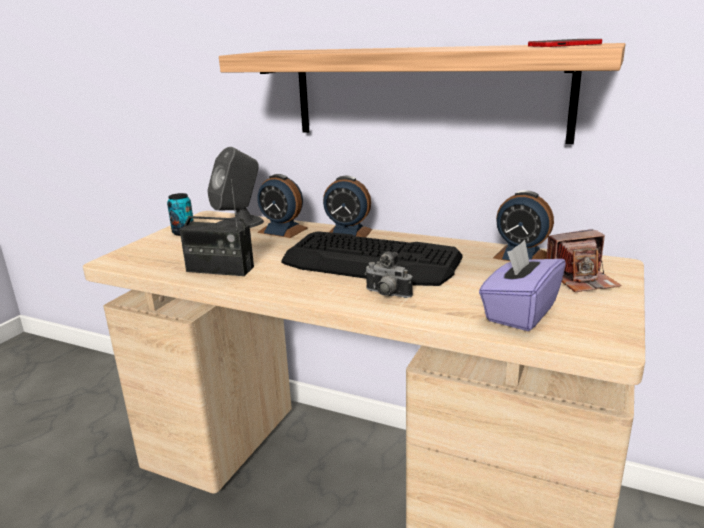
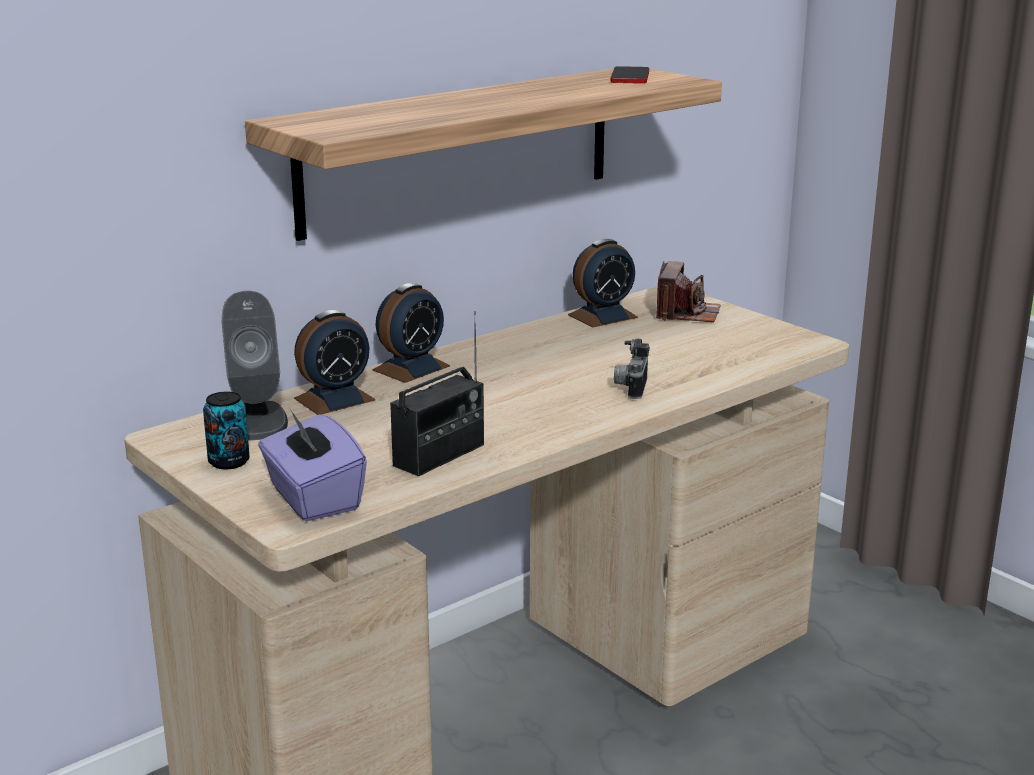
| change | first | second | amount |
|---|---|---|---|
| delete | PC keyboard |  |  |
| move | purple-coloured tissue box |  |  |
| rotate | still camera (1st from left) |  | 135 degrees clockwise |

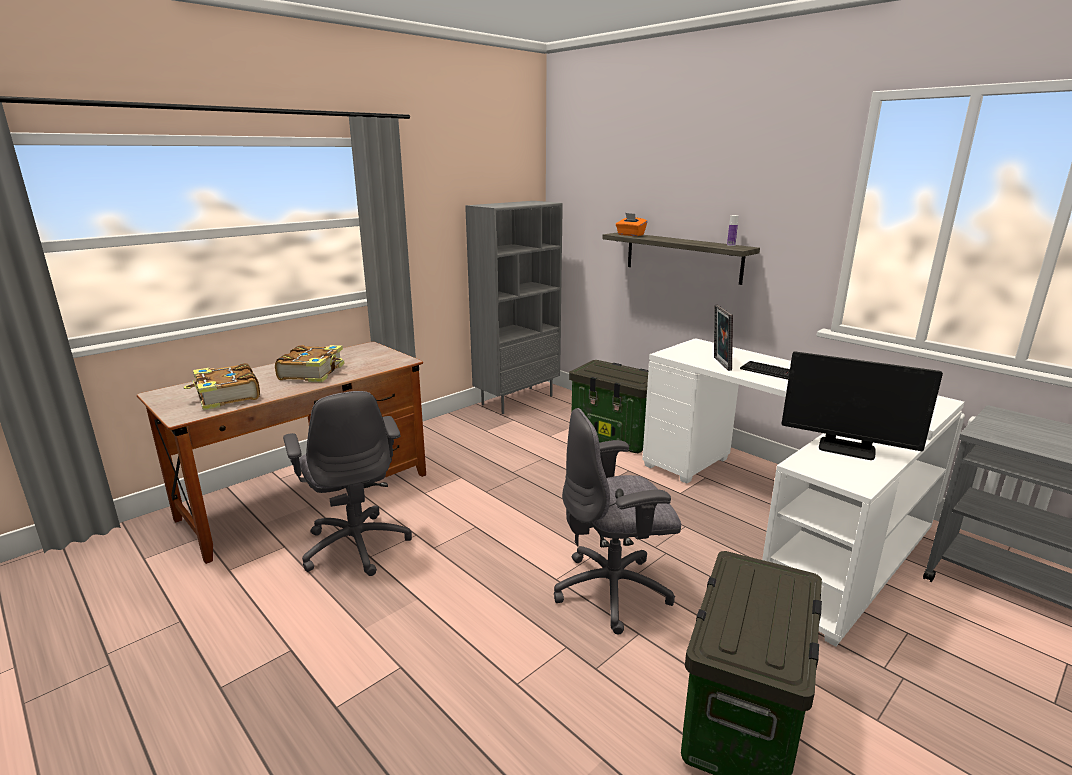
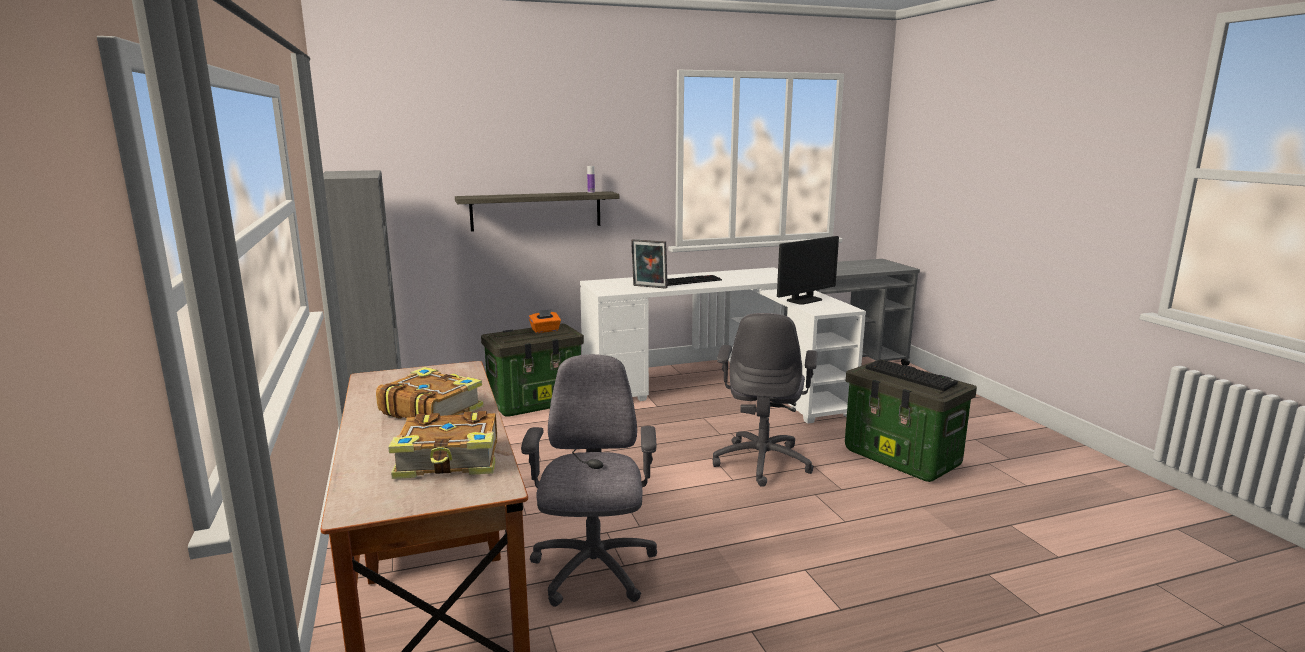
| change | first | second | amount |
|---|---|---|---|
| move | orange tissue box |  |  |
| rotate | greyish office chair (1st from left) |  | 90 degrees counterclockwise |
| insert |  | PC keyboard (2nd from left) |  |

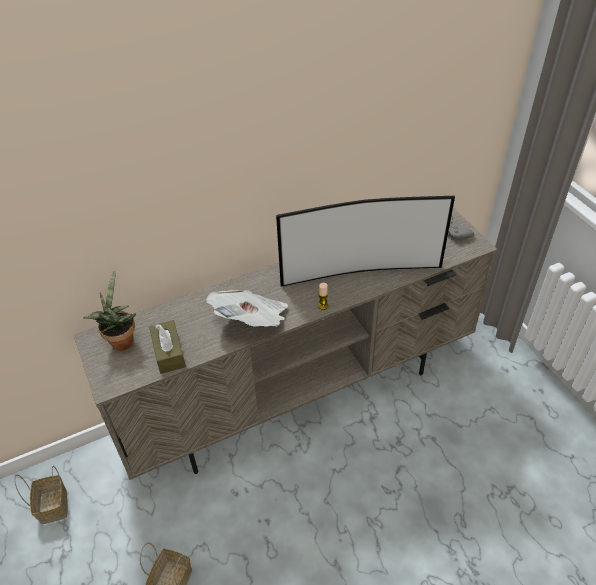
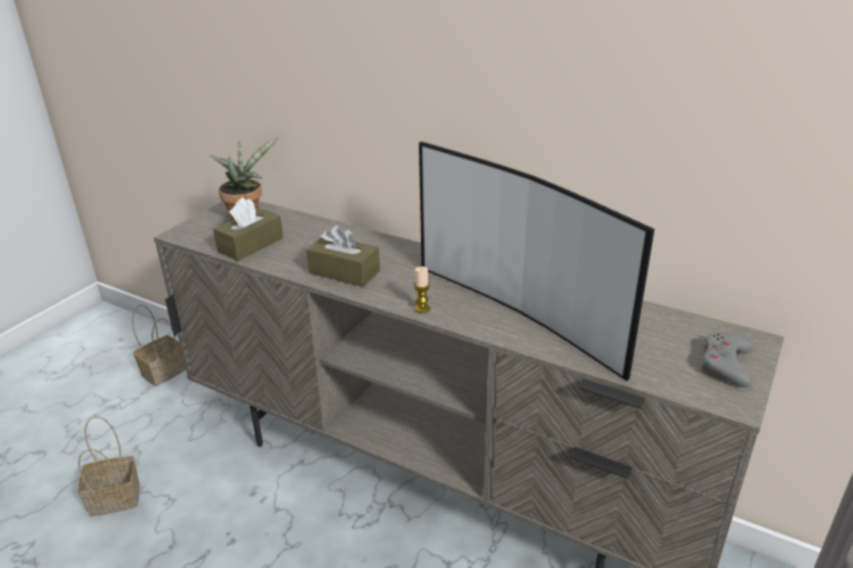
| change | first | second | amount |
|---|---|---|---|
| replace | newspaper | brown-coloured tissue box (2nd from left) |  |

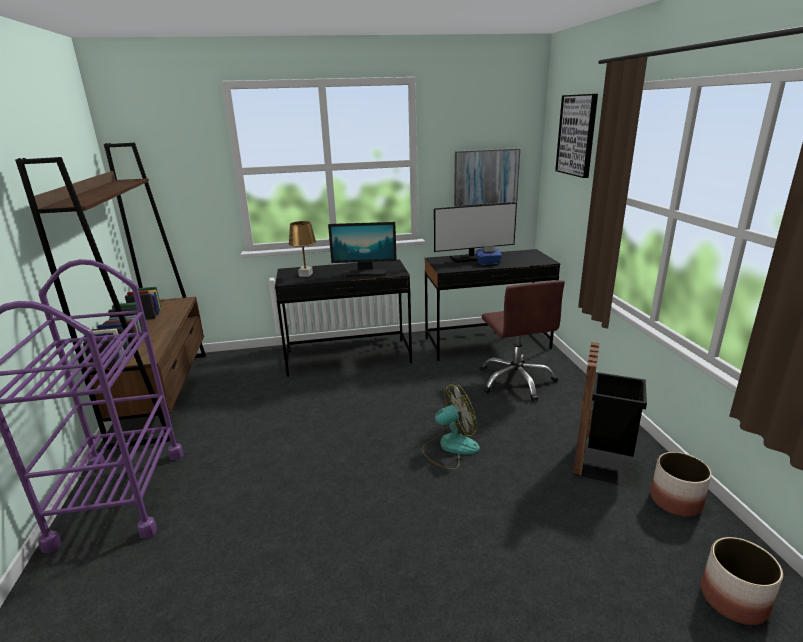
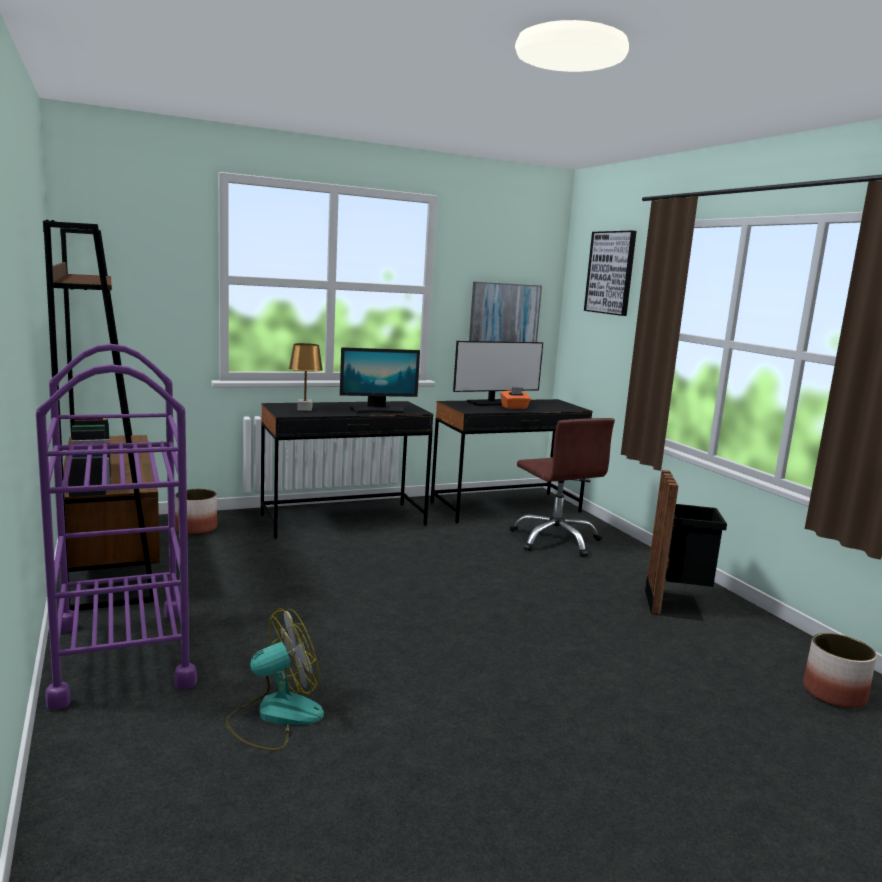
| change | first | second | amount |
|---|---|---|---|
| recolor | blue tissue box | orange tissue box |  |
| move | electric fan |  |  |
| move | plant pot (1st from left) |  |  |

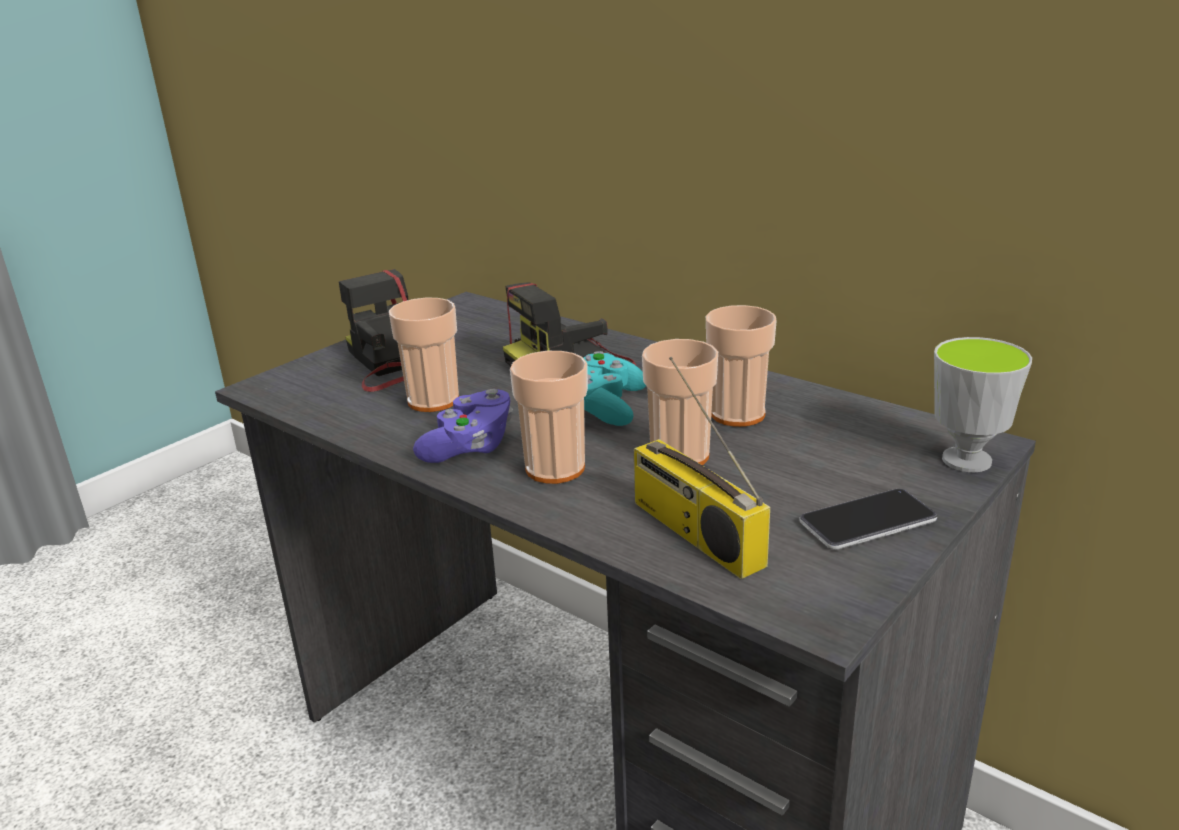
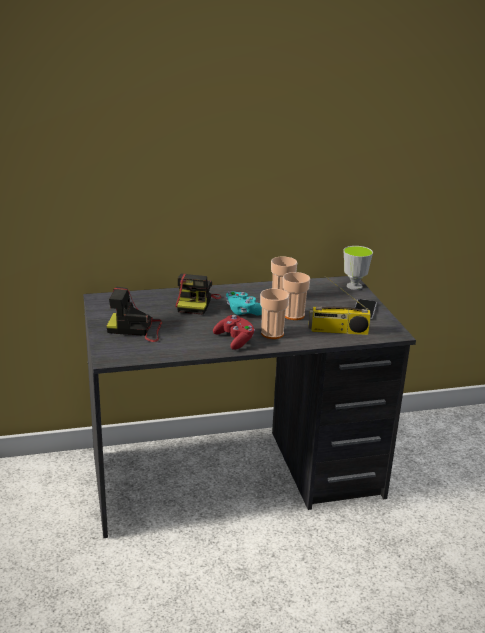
| change | first | second | amount |
|---|---|---|---|
| delete | cup (1st from left) |  |  |
| recolor | purple-coloured joypad | reddish joypad |  |

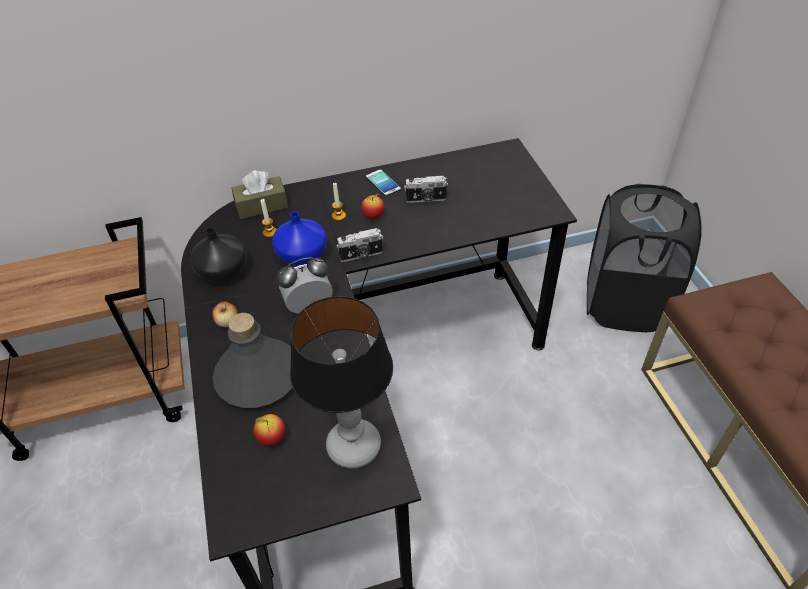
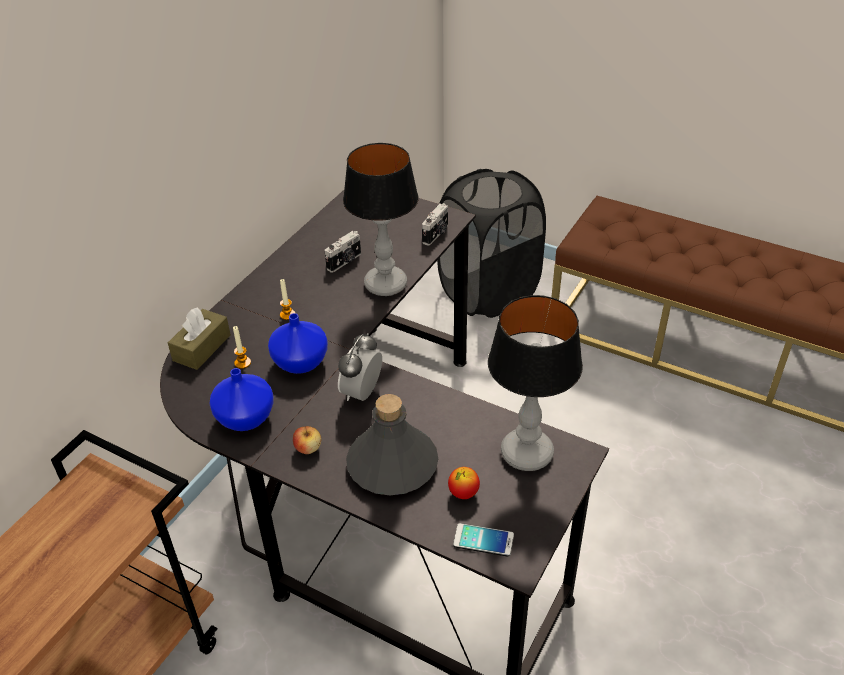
| change | first | second | amount |
|---|---|---|---|
| move | handset |  |  |
| delete | apple (3rd from left) |  |  |
| recolor | black decorative vase | blue decorative vase (1st from left) |  |
| move | still camera (1st from left in the first image) | still camera (2nd from left) |  |
| insert |  | table lamp (1st from left) |  |

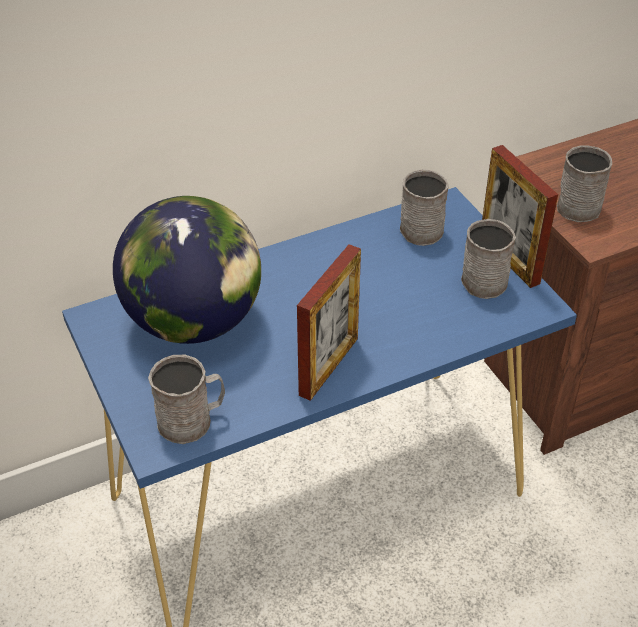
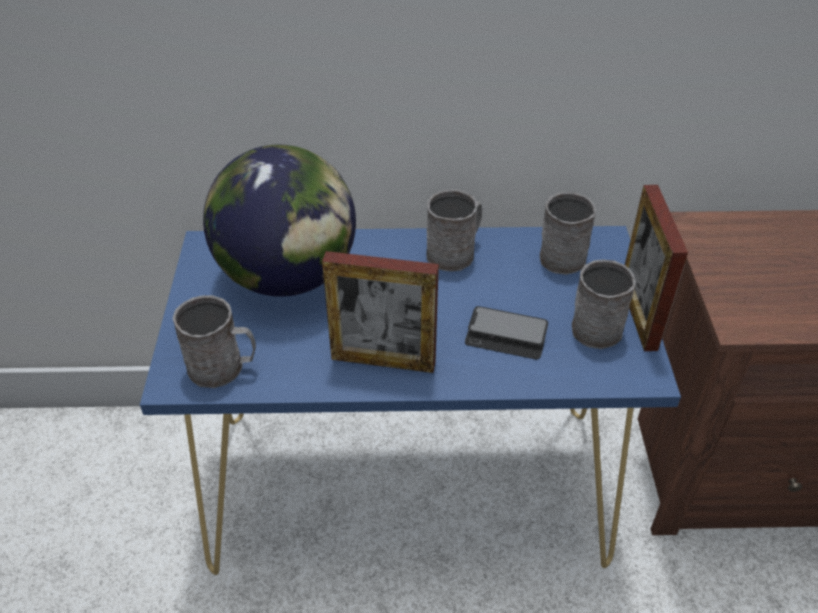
| change | first | second | amount |
|---|---|---|---|
| move | greyish mug (4th from left in the first image) | greyish mug (2nd from left) |  |
| rotate | standing frame (1st from left) |  | 45 degrees clockwise |
| insert |  | handset |  |

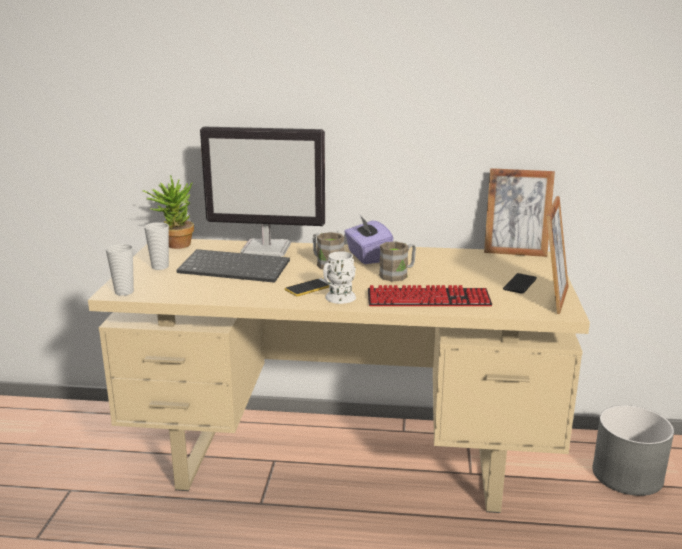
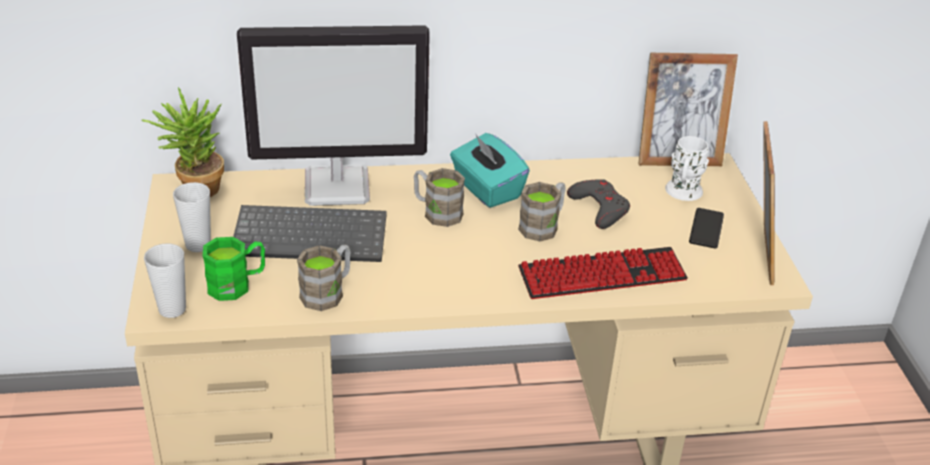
| change | first | second | amount |
|---|---|---|---|
| recolor | purple-coloured tissue box | turquoise tissue box |  |
| move | white-coloured mug |  |  |
| delete | handset (1st from left) |  |  |
| delete | greyish plant pot |  |  |
| insert |  | greyish joypad |  |
| insert |  | greenish mug |  |
| insert |  | brown-coloured mug (1st from left) |  |

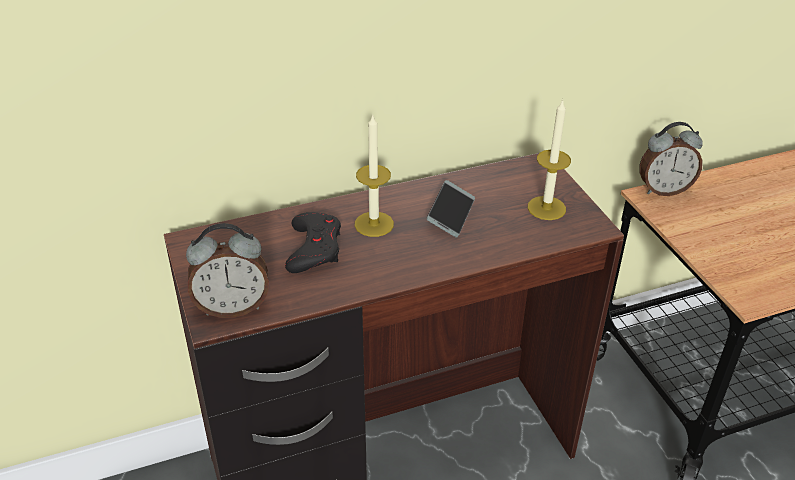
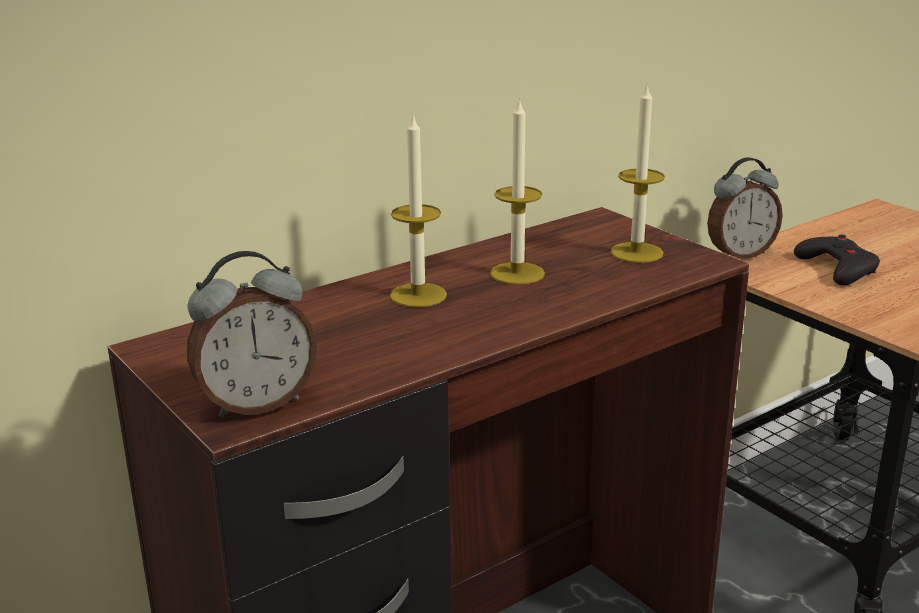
| change | first | second | amount |
|---|---|---|---|
| replace | handset | candle (2nd from left) |  |
| move | black joypad |  |  |

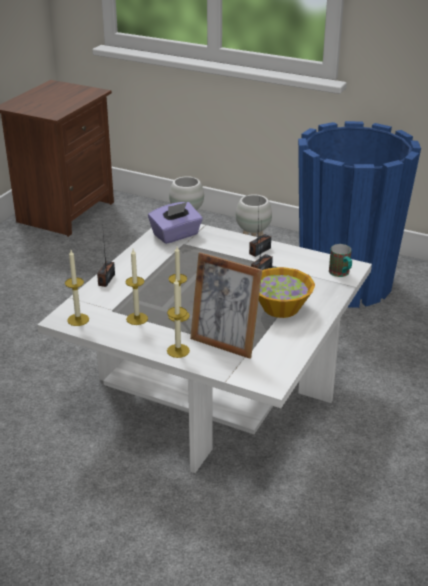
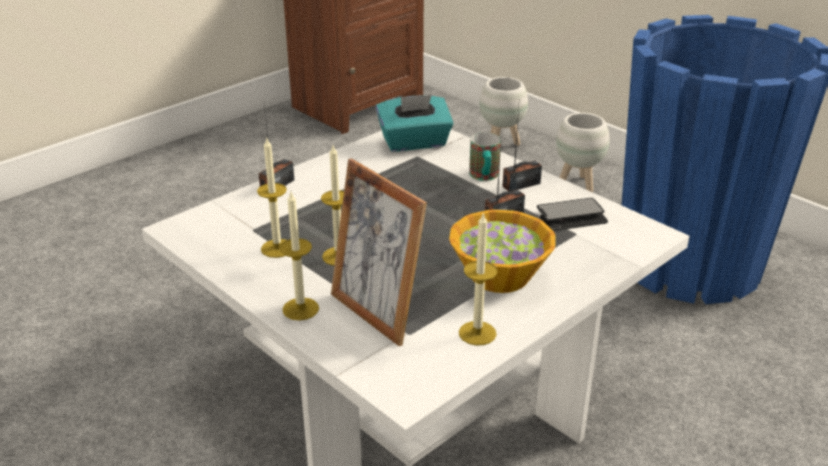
| change | first | second | amount |
|---|---|---|---|
| recolor | purple-coloured tissue box | turquoise tissue box |  |
| move | mug |  |  |
| move | candle (1st from left in the first image) | candle (4th from left) |  |
| insert |  | handset |  |

